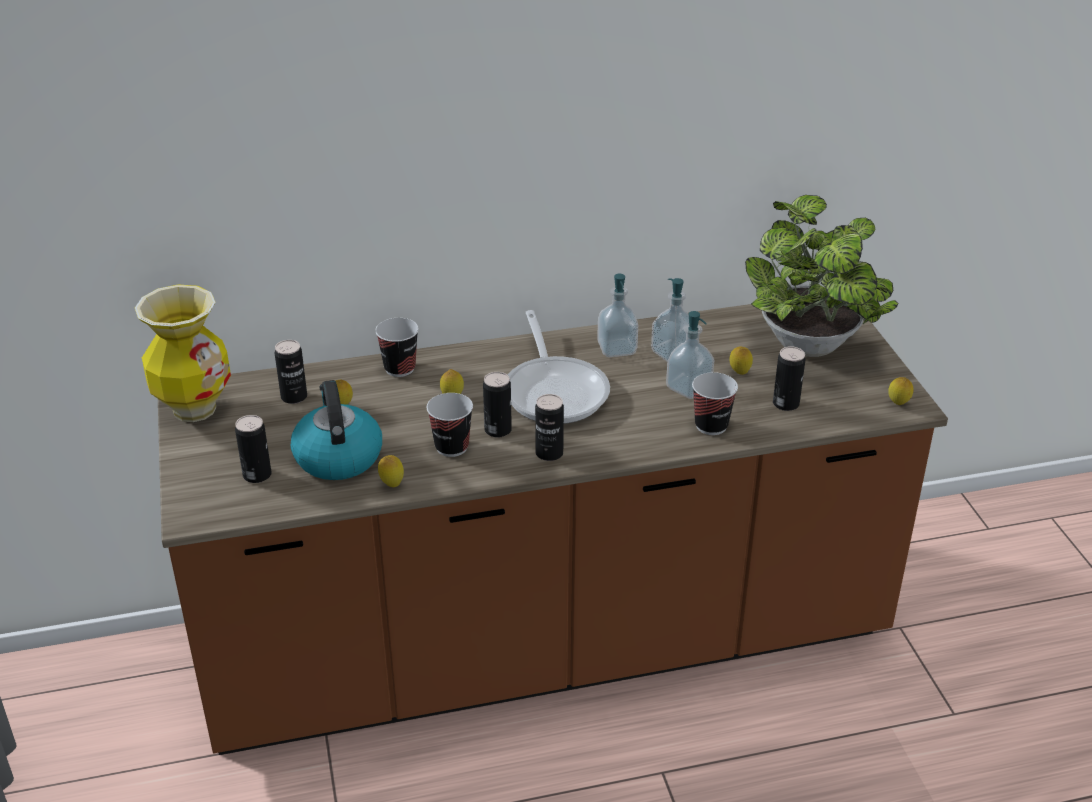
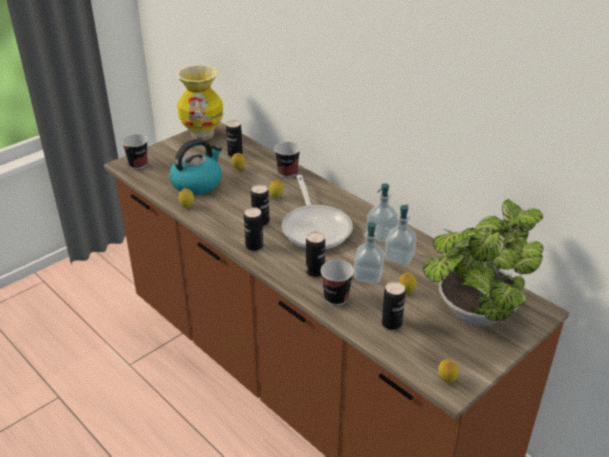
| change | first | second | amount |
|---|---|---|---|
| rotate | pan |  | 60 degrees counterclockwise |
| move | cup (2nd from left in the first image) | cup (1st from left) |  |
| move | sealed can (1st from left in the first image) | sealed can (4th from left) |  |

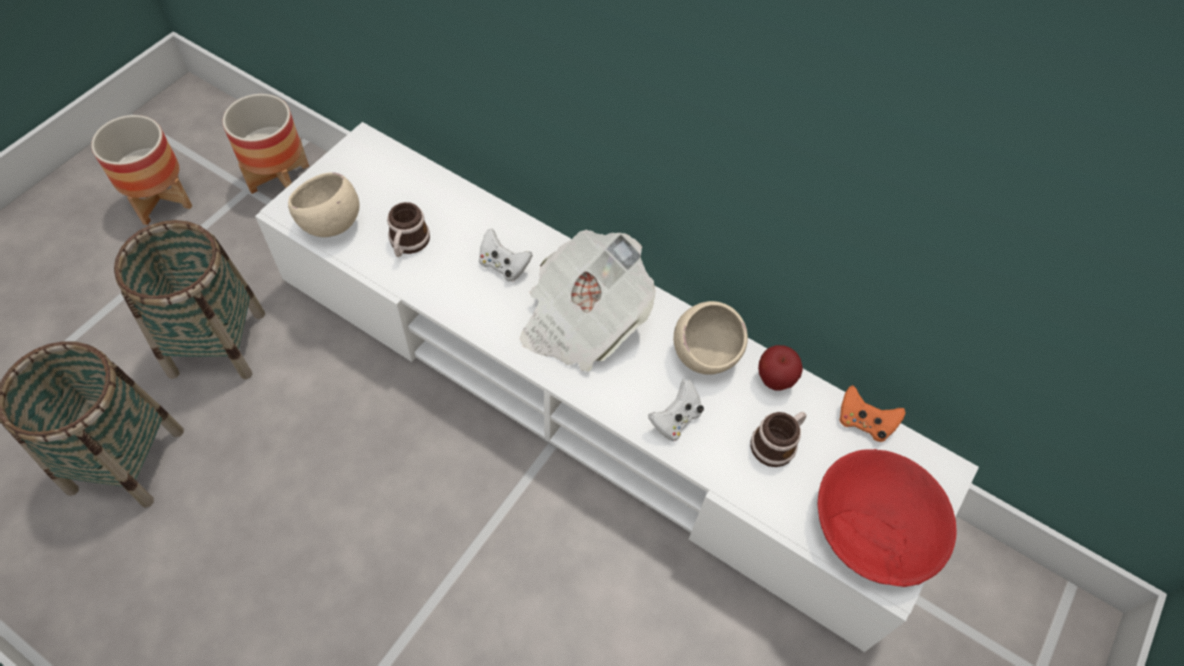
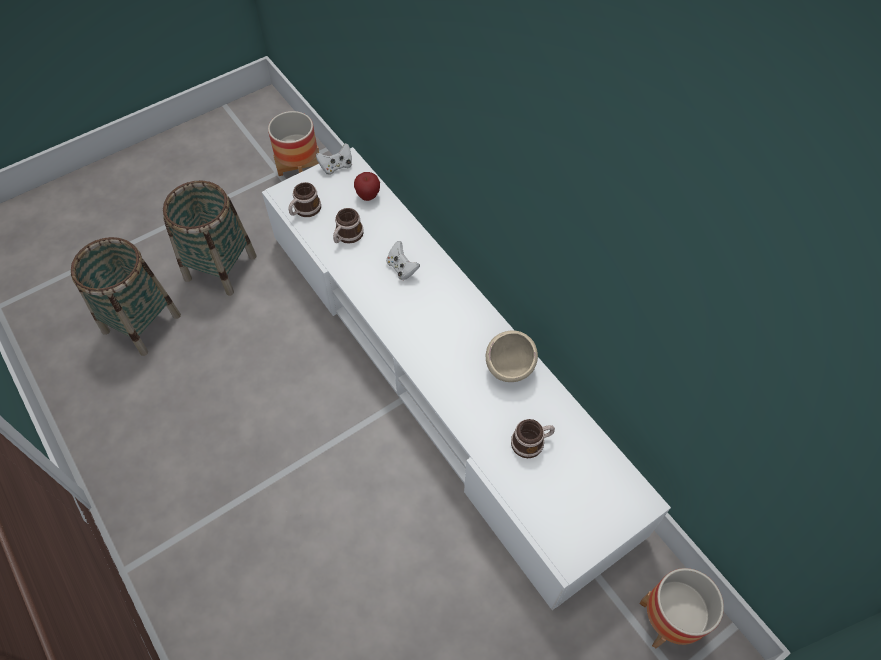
| change | first | second | amount |
|---|---|---|---|
| move | plant pot (1st from left in the first image) | plant pot (2nd from left) |  |
| replace | beige deep dish (1st from left) | mug (1st from left) |  |
| delete | newspaper |  |  |
| move | apple |  |  |
| move | white-coloured joypad (2nd from left in the first image) | white-coloured joypad (1st from left) |  |
| delete | orange joypad |  |  |
| delete | reddish deep dish |  |  |

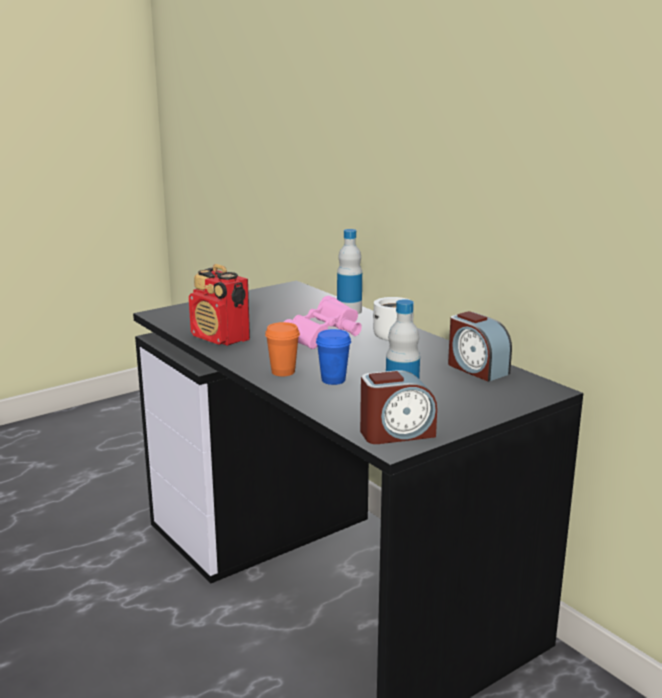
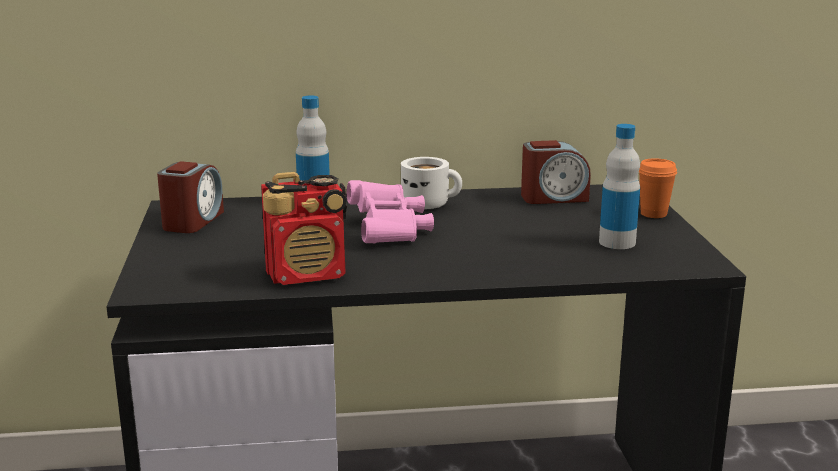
| change | first | second | amount |
|---|---|---|---|
| move | orange cup |  |  |
| delete | blue cup |  |  |
| move | bedside clock (1st from left) |  |  |

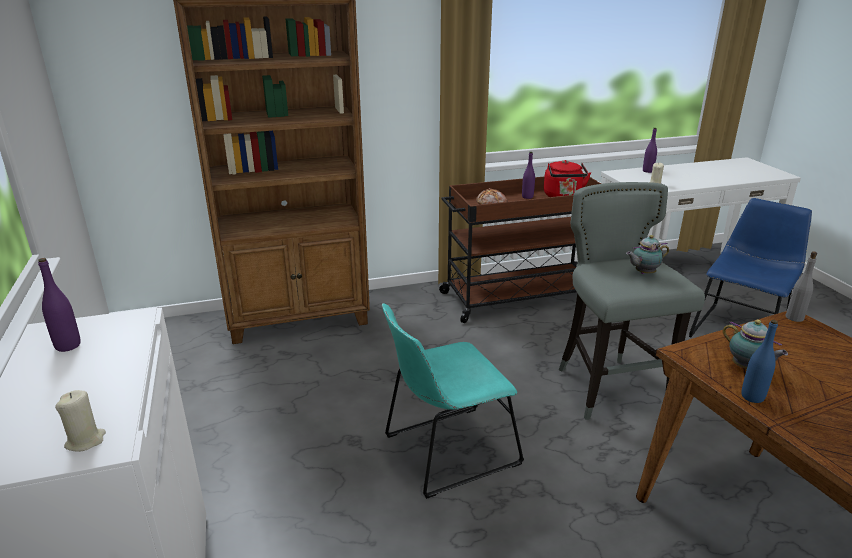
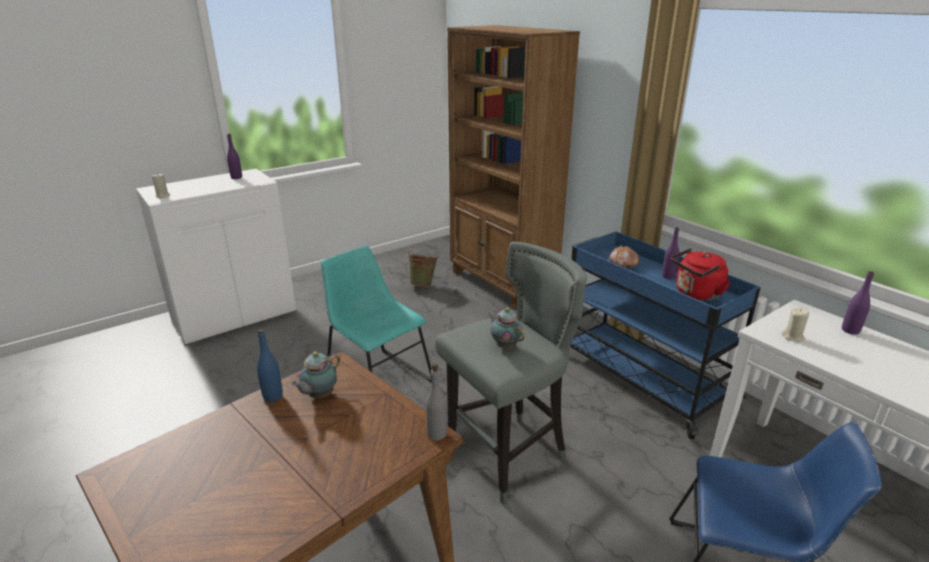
| change | first | second | amount |
|---|---|---|---|
| recolor | brown-coloured cart | blue cart |  |
| insert |  | greenish bucket |  |

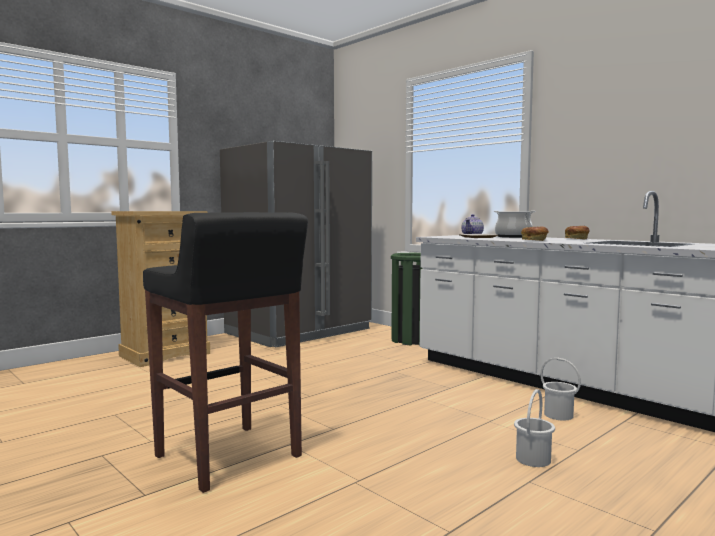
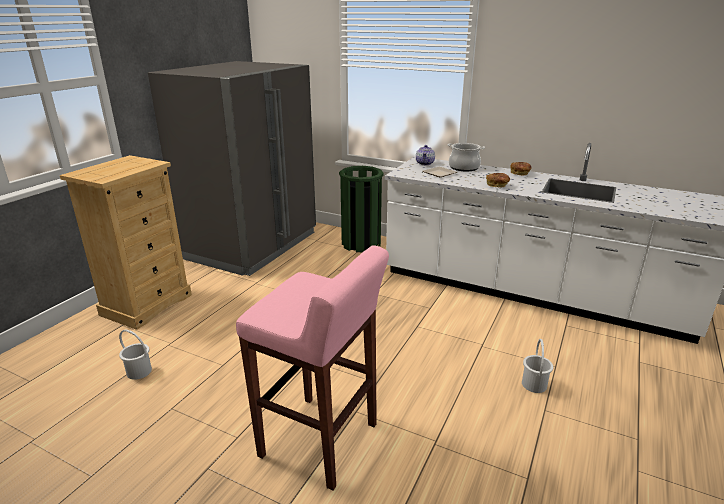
| change | first | second | amount |
|---|---|---|---|
| recolor | black stool seat | pink stool seat |  |
| move | white-coloured bucket (2nd from left in the first image) | white-coloured bucket (1st from left) |  |

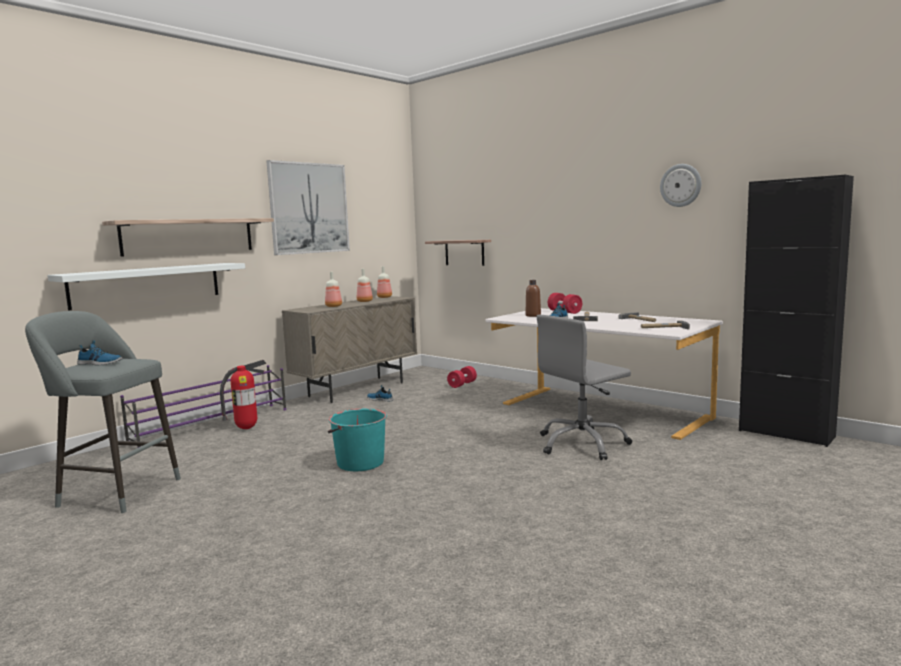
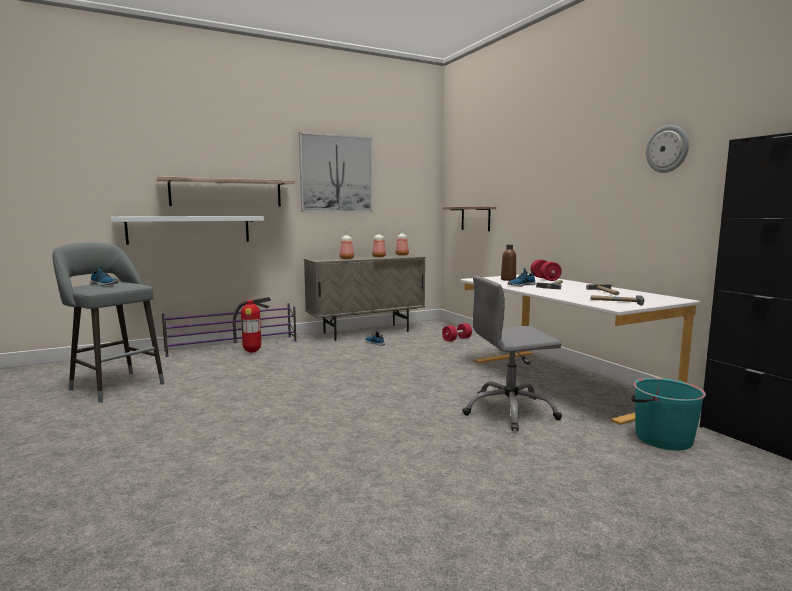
| change | first | second | amount |
|---|---|---|---|
| move | turquoise bucket |  |  |

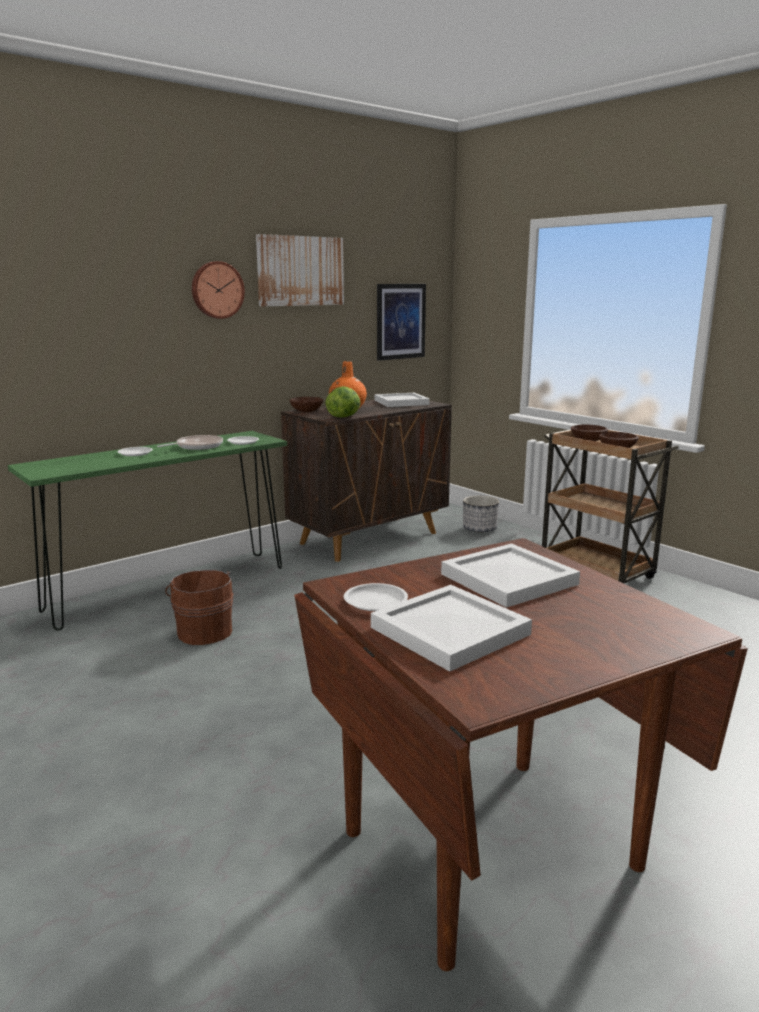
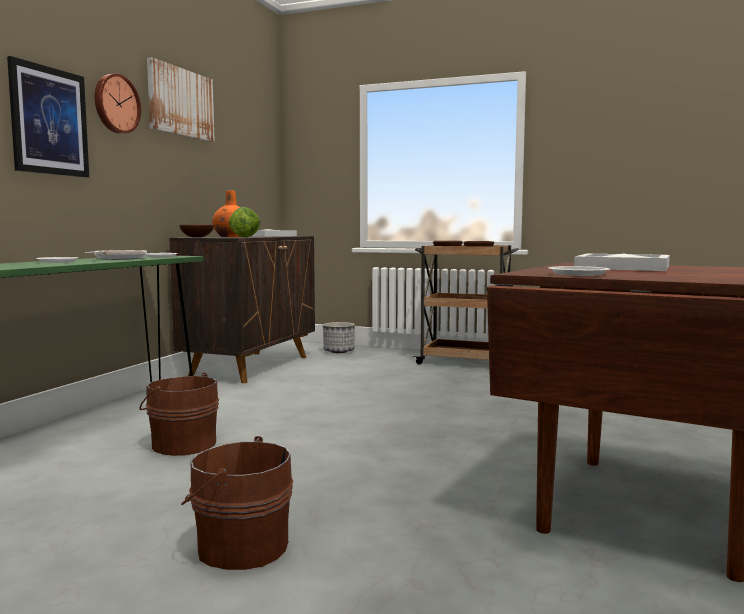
| change | first | second | amount |
|---|---|---|---|
| move | wall picture (2nd from left in the first image) | wall picture (1st from left) |  |
| delete | white-coloured carrying tray (2nd from left) |  |  |
| insert |  | brown-coloured bucket (2nd from left) |  |

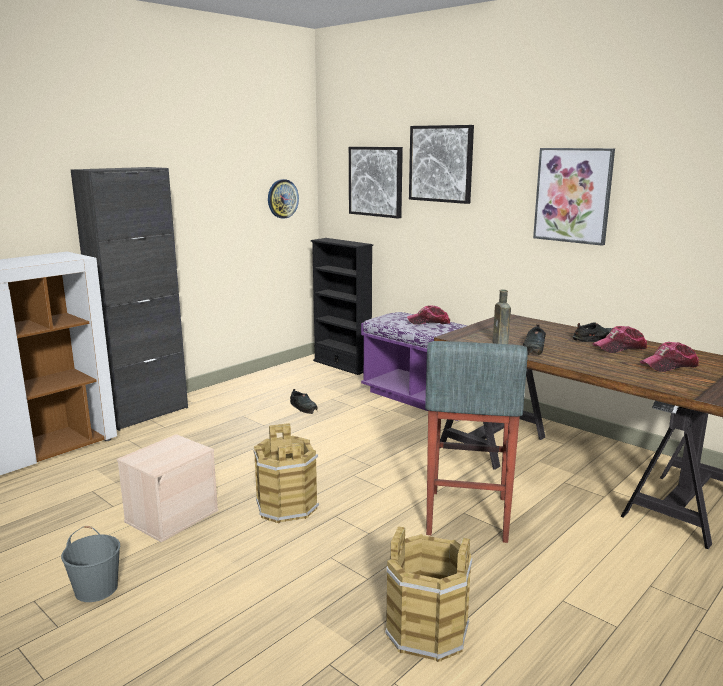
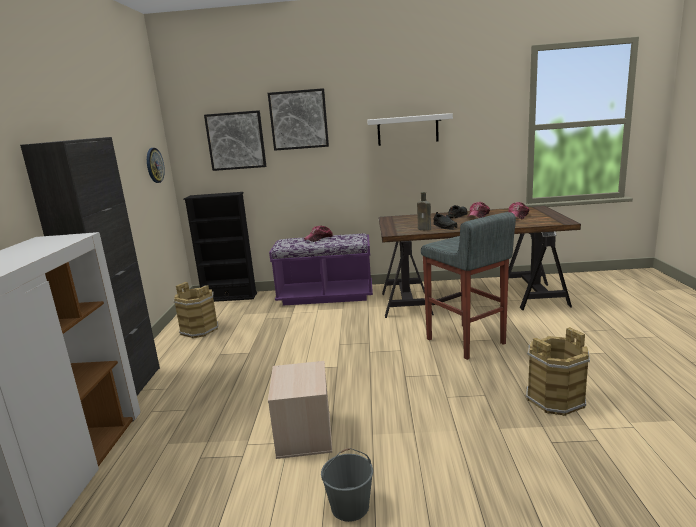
| change | first | second | amount |
|---|---|---|---|
| replace | wall picture (3rd from left) | white-coloured bracket shelf |  |
| delete | black low shoe (1st from left) |  |  |
| move | brown-coloured bucket (1st from left) |  |  |

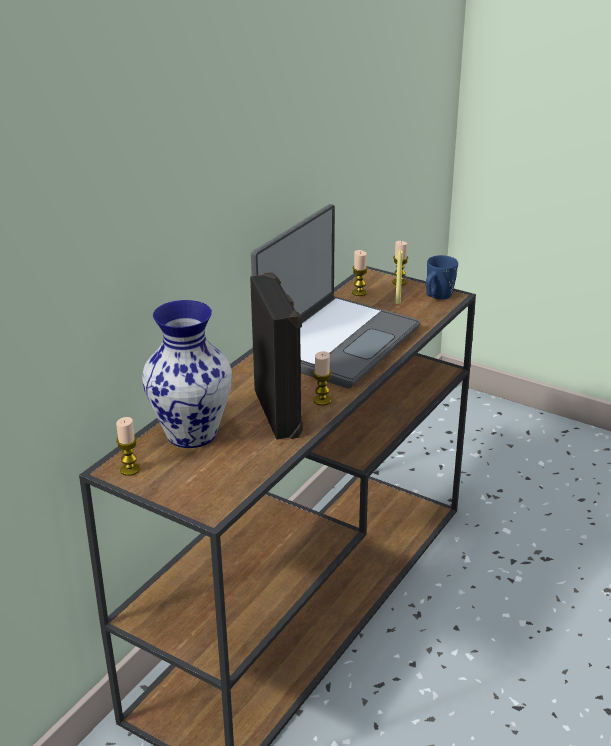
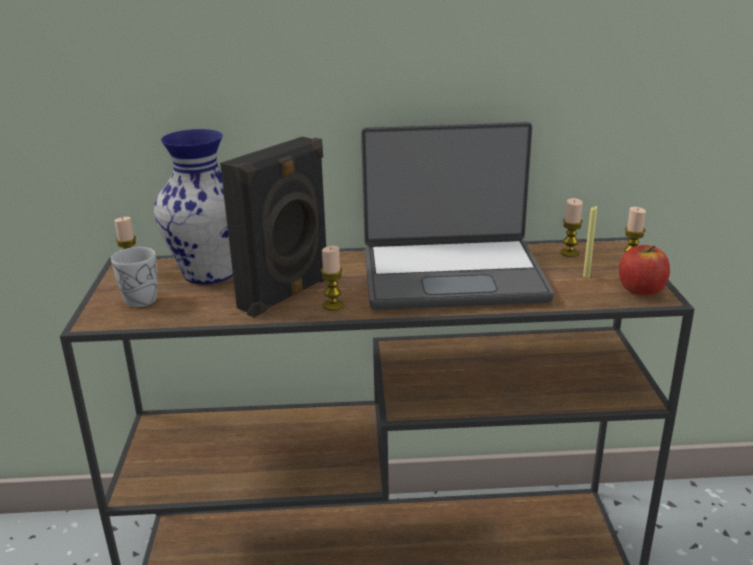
| change | first | second | amount |
|---|---|---|---|
| replace | blue mug | apple |  |
| insert |  | white-coloured mug |  |

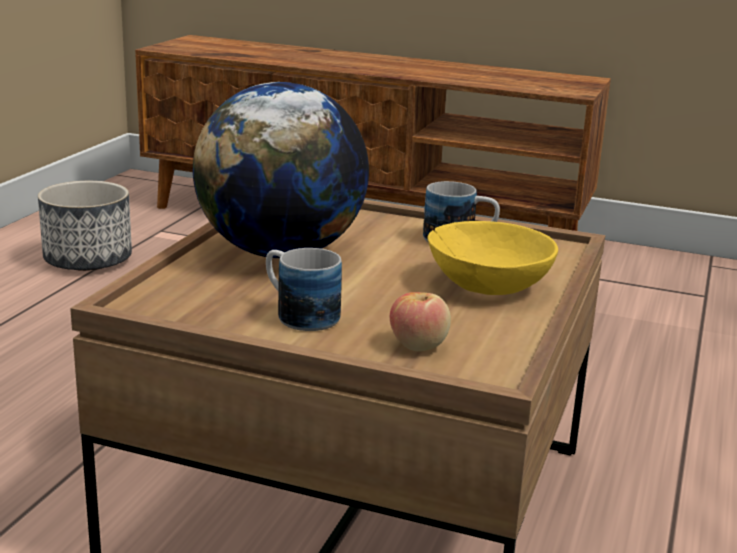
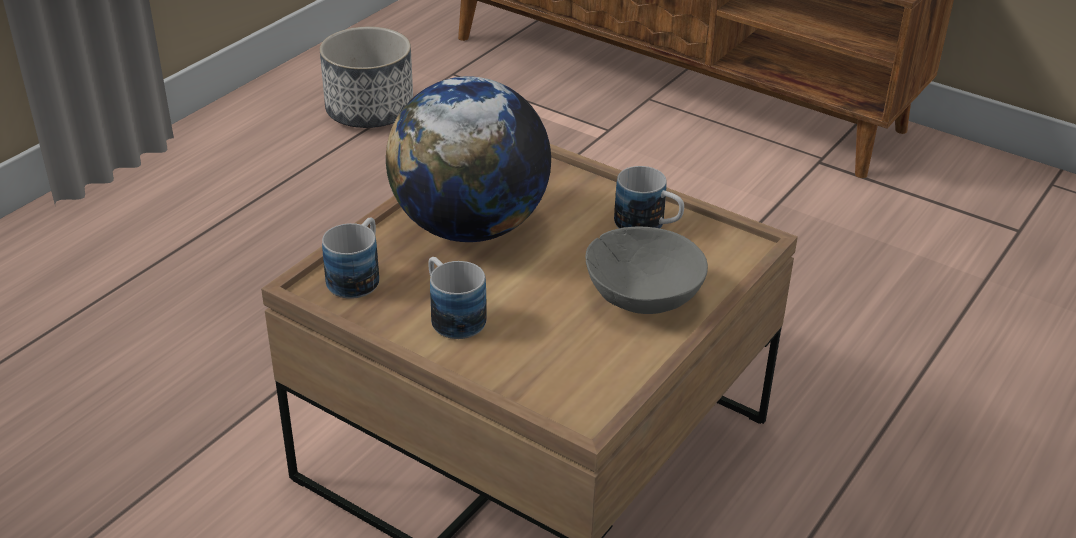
| change | first | second | amount |
|---|---|---|---|
| recolor | yellow deep dish | greyish deep dish |  |
| delete | apple |  |  |
| insert |  | mug (1st from left) |  |

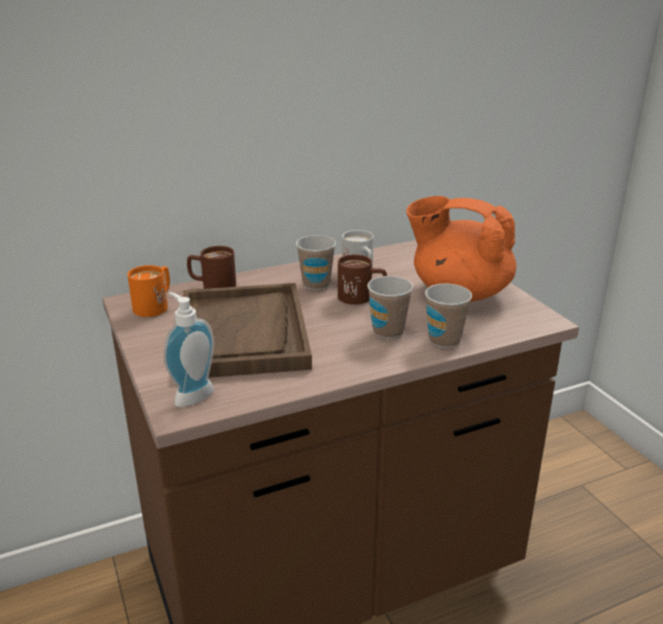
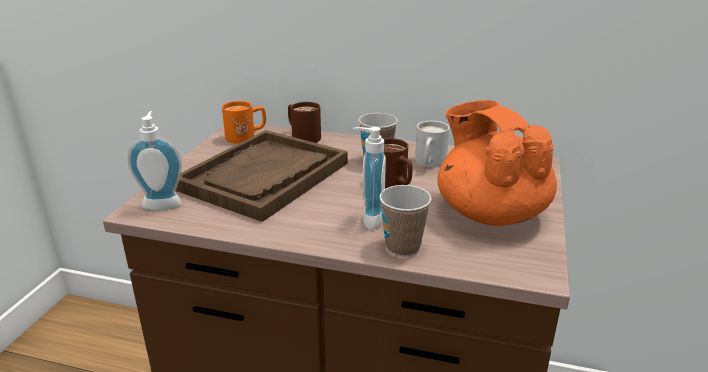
| change | first | second | amount |
|---|---|---|---|
| replace | cup (2nd from left) | liquid soap bottle (2nd from left) |  |

